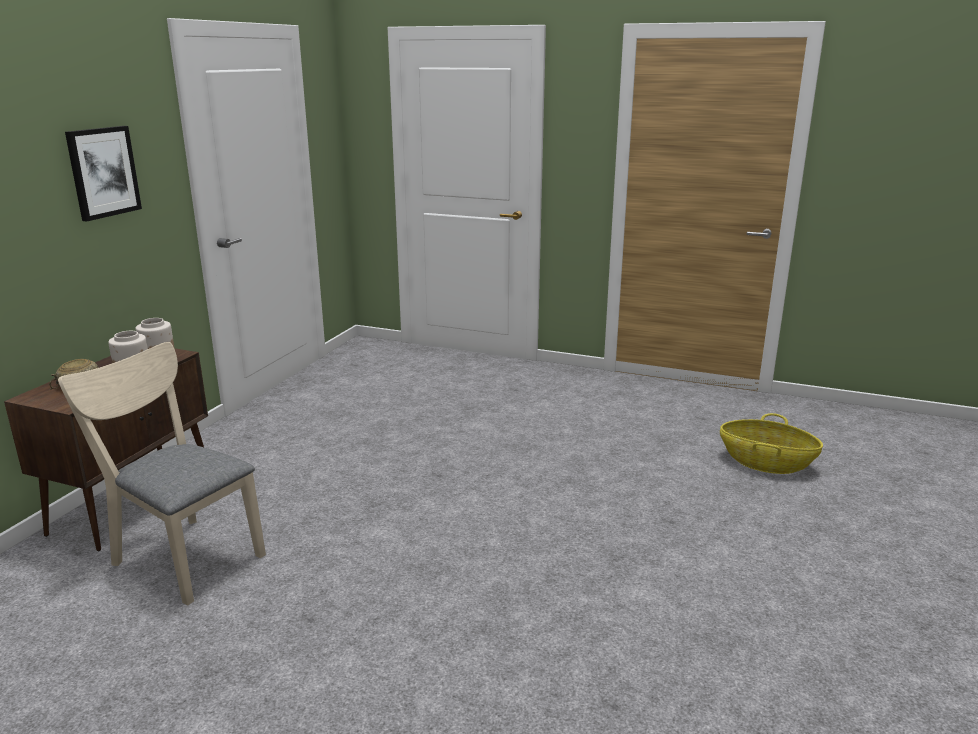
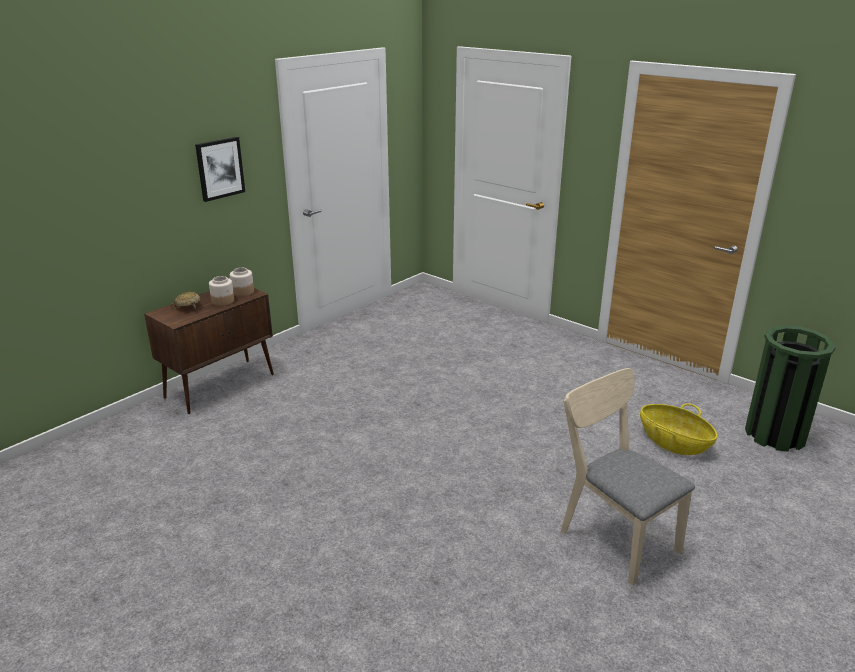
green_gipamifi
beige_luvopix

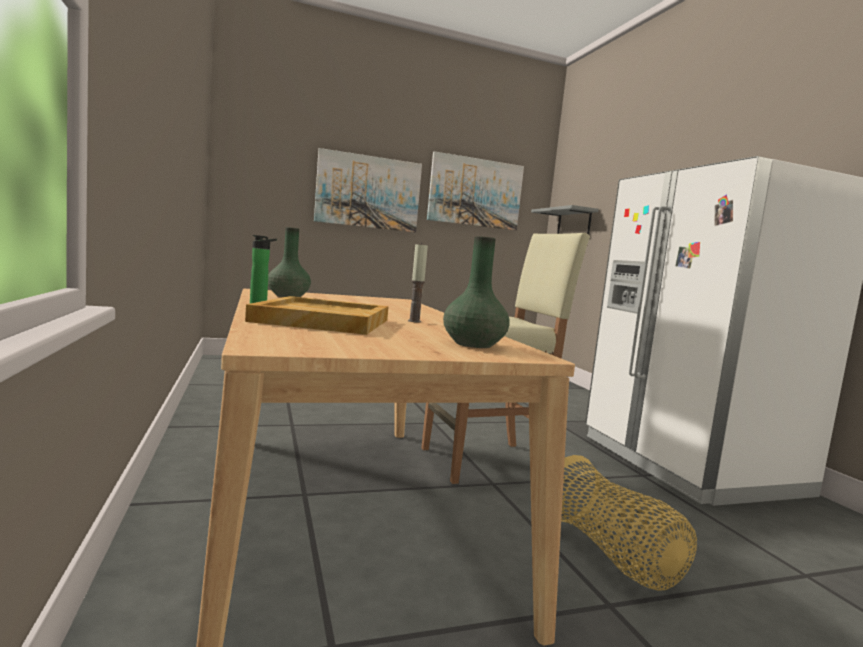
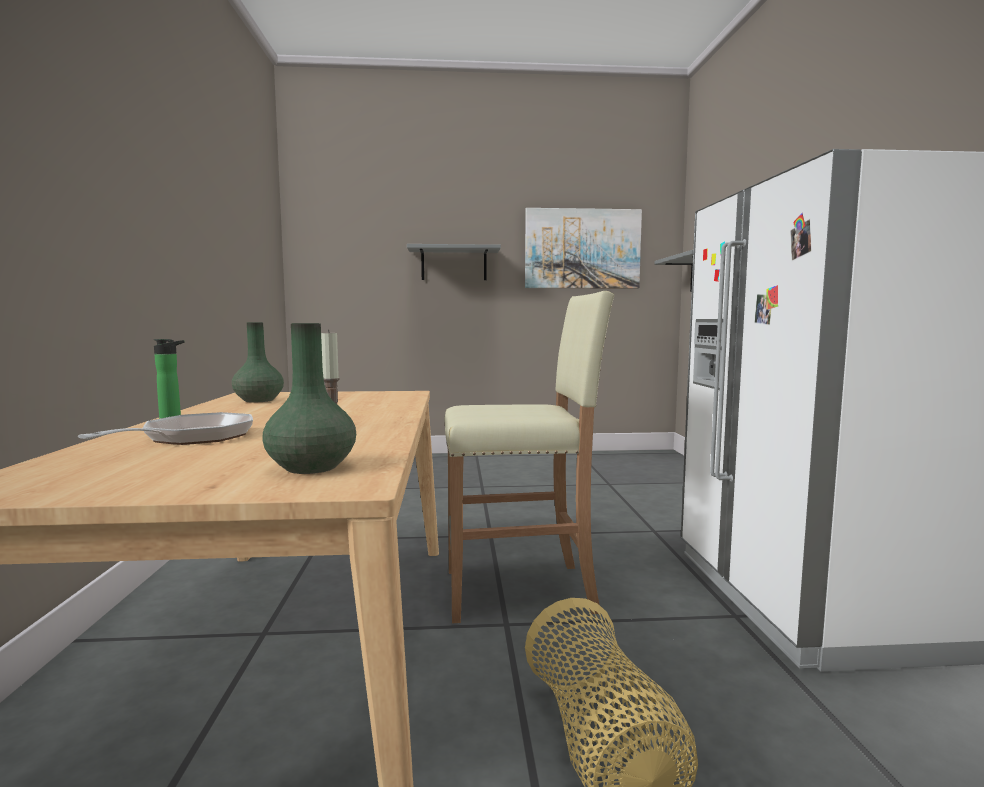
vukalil
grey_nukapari (1st from left)

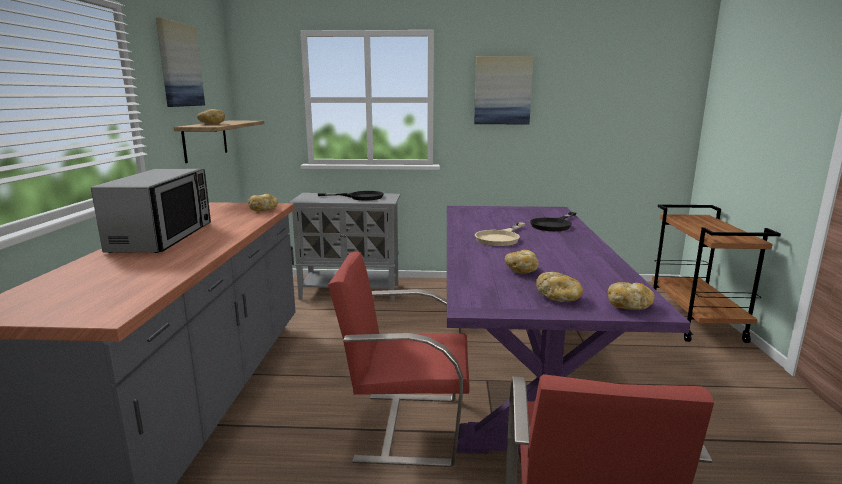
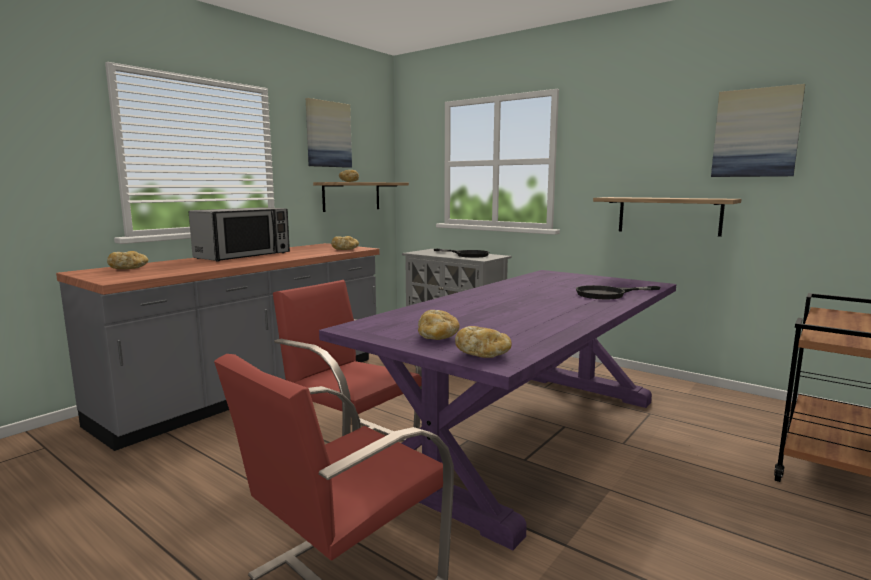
beige_vukalil
nukapari (2nd from left)
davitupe (2nd from left)
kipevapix (1st from left)

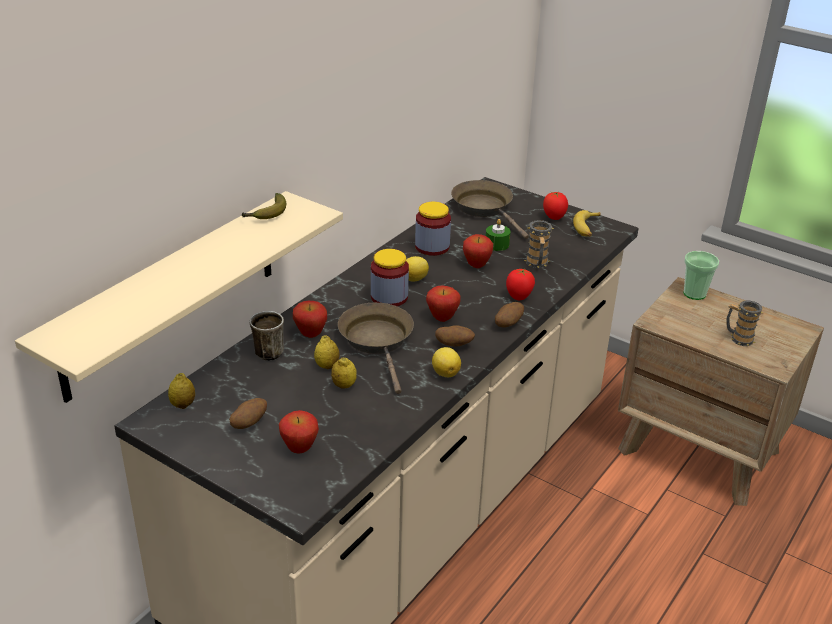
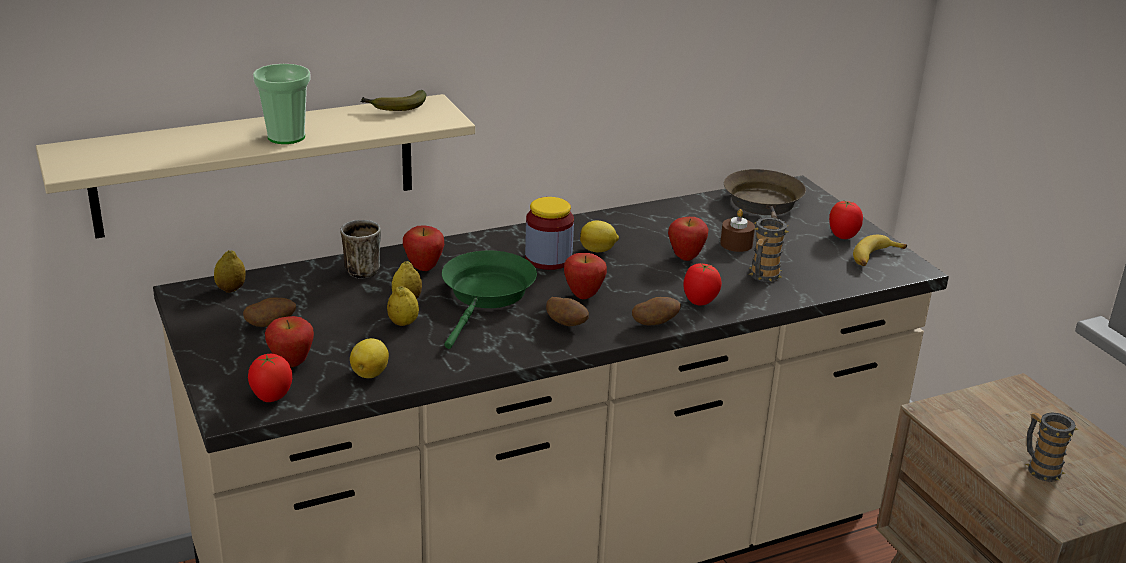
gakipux (2nd from left in the first image)
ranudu (1st from left)
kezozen (2nd from left)
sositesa
green_vukalil
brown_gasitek

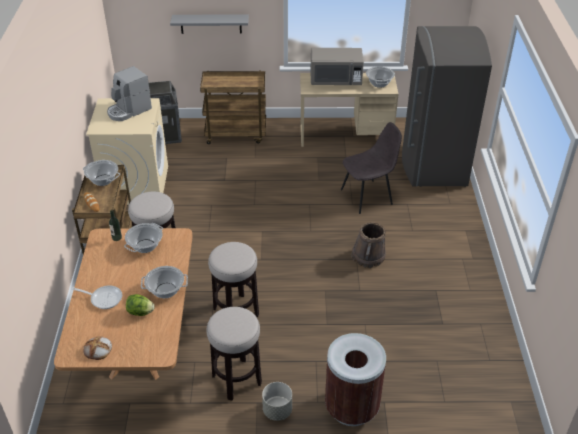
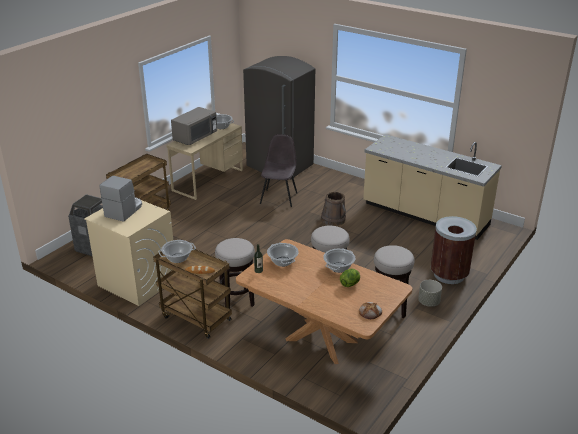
vukalil
grey_nukapari
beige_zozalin
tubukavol

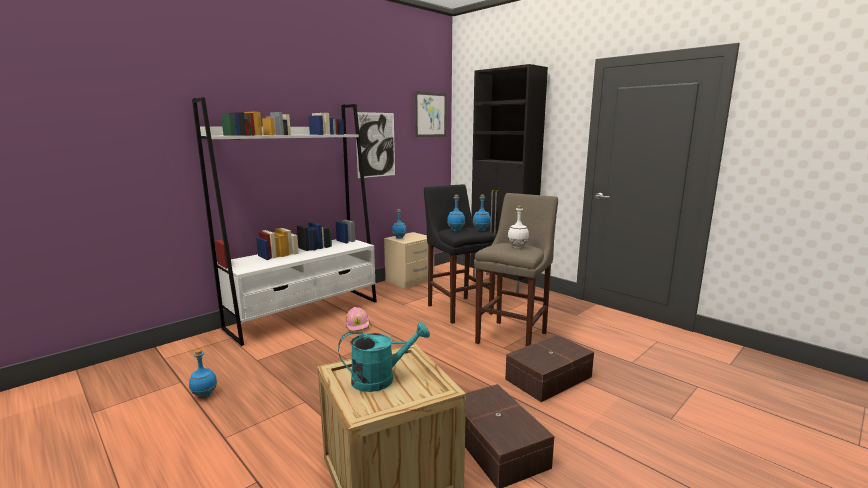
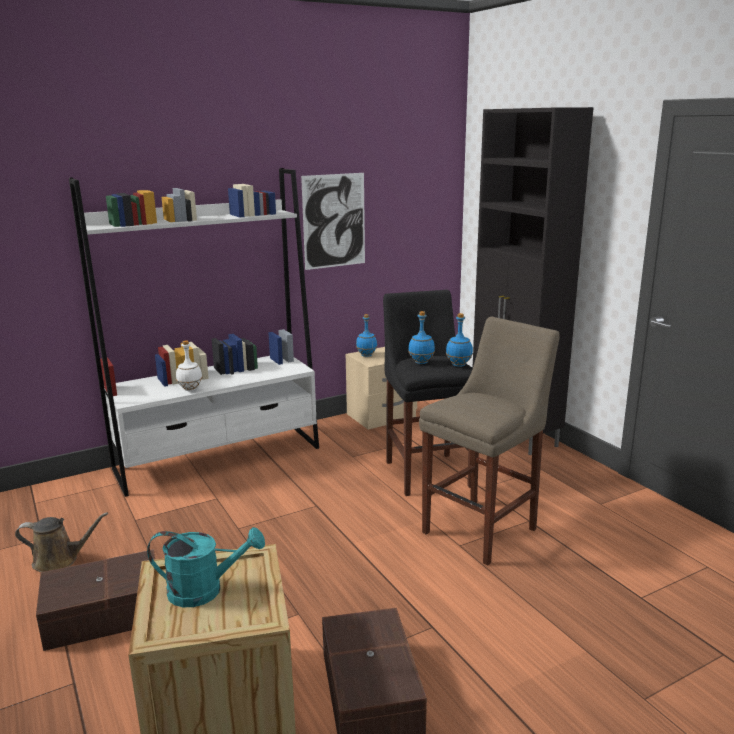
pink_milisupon
davitupe (2nd from left in the first image)
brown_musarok (1st from left)
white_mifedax
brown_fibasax

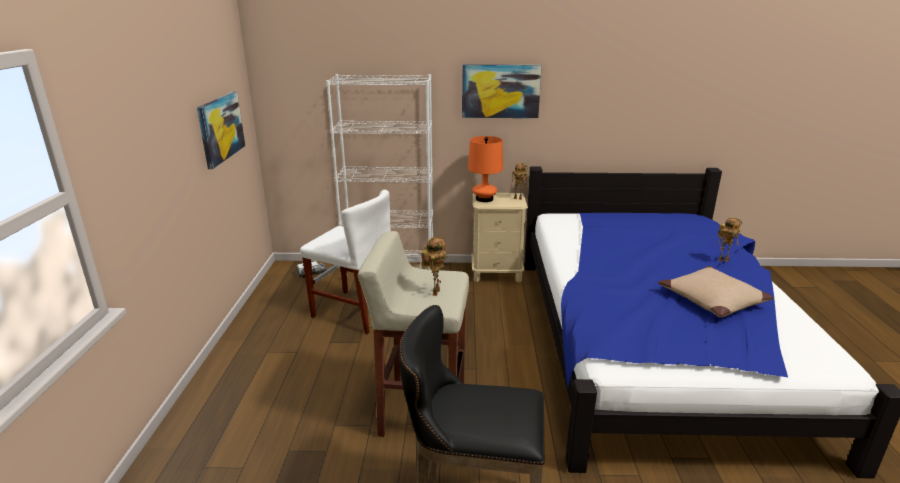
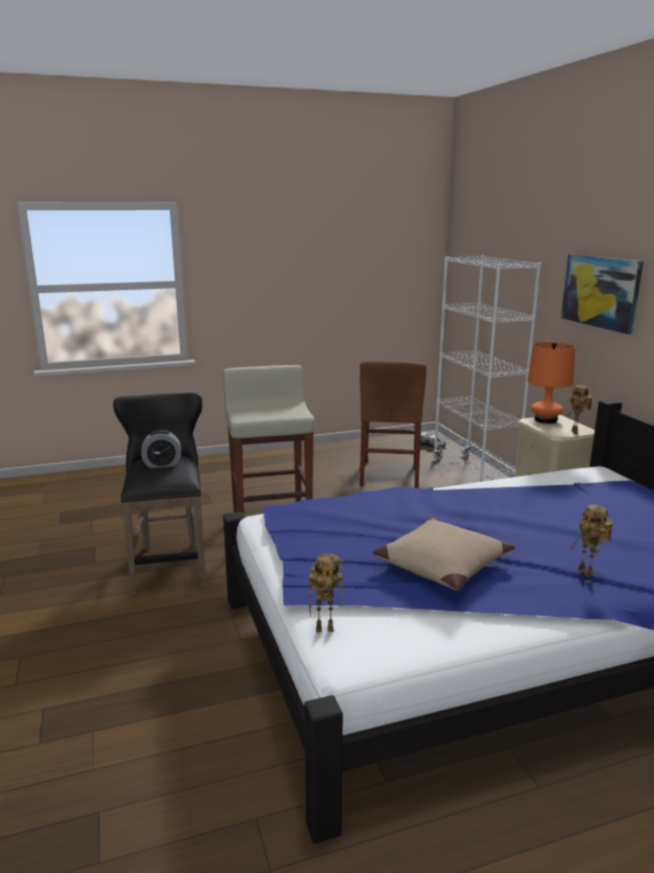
davitupe (1st from left in the first image)
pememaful
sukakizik (1st from left)
brown_luvopix

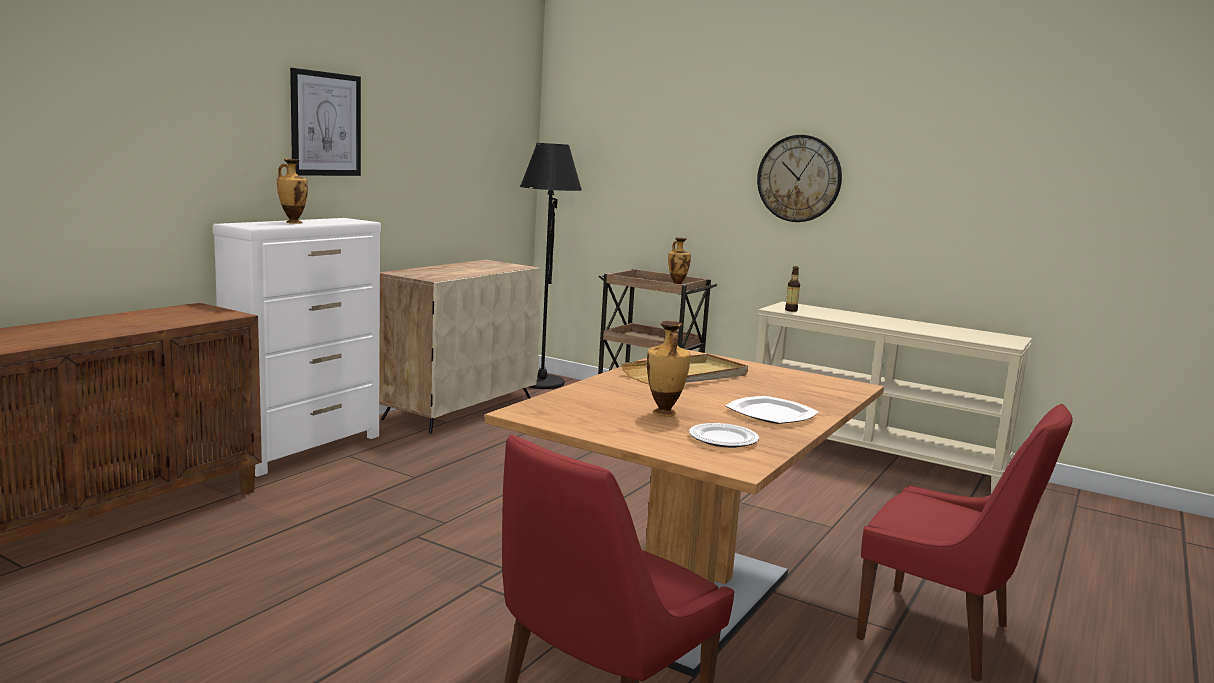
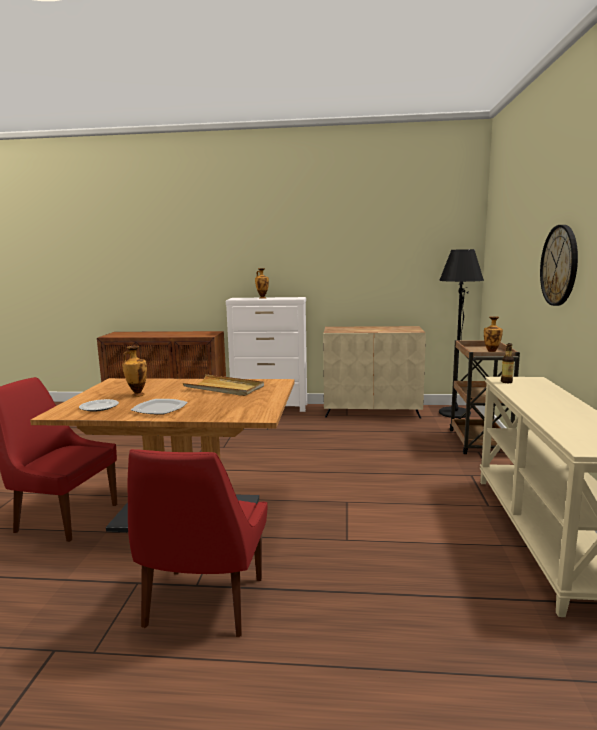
davitupe

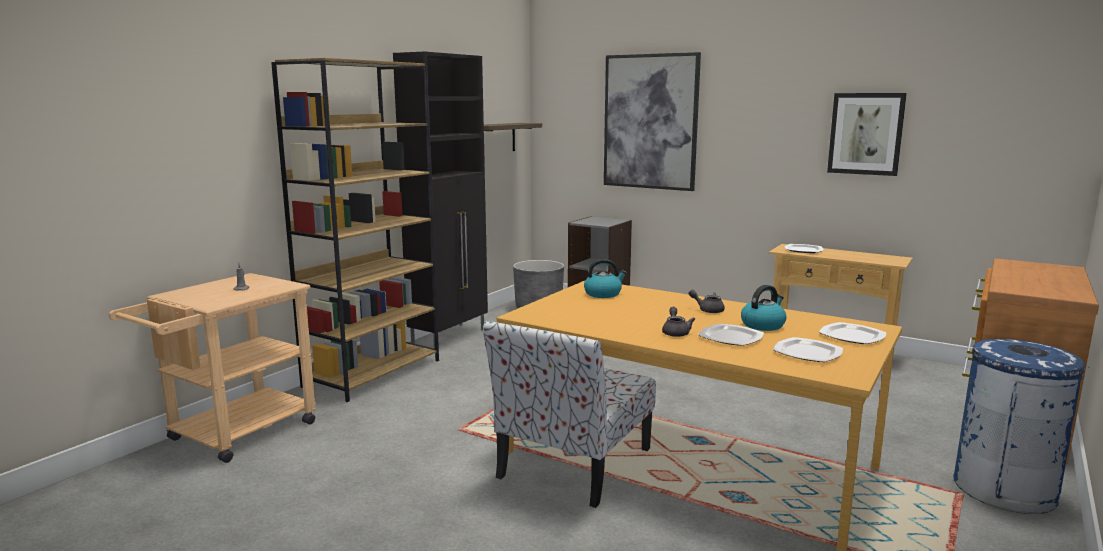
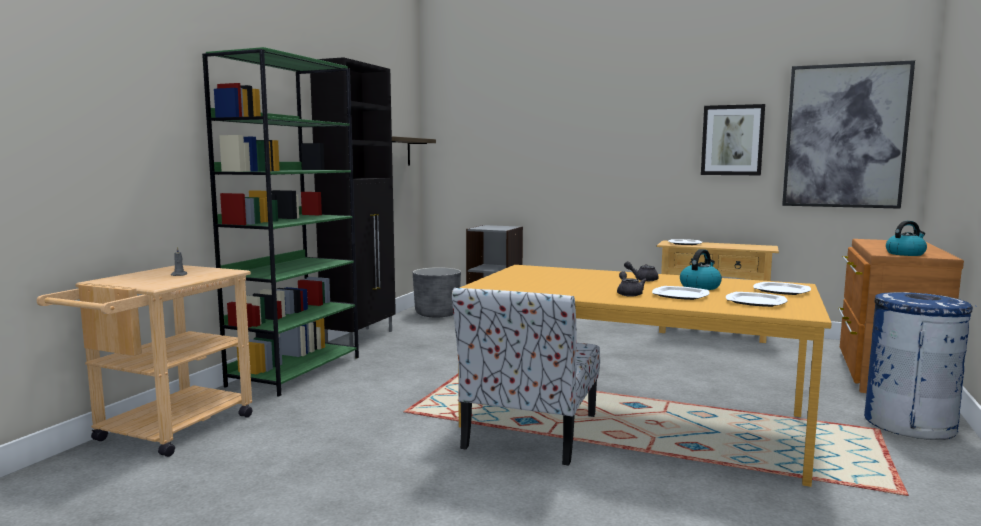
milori (2nd from left)
davitupe (2nd from left)
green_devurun

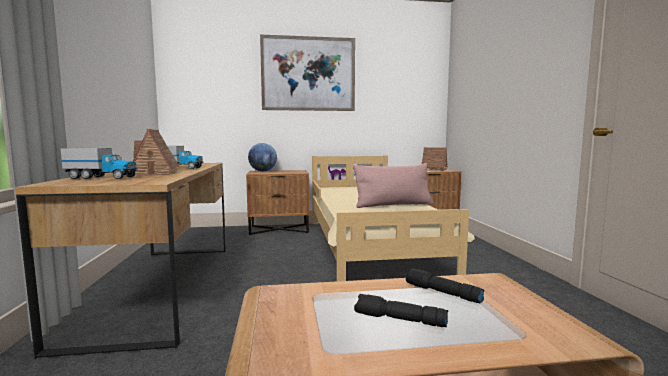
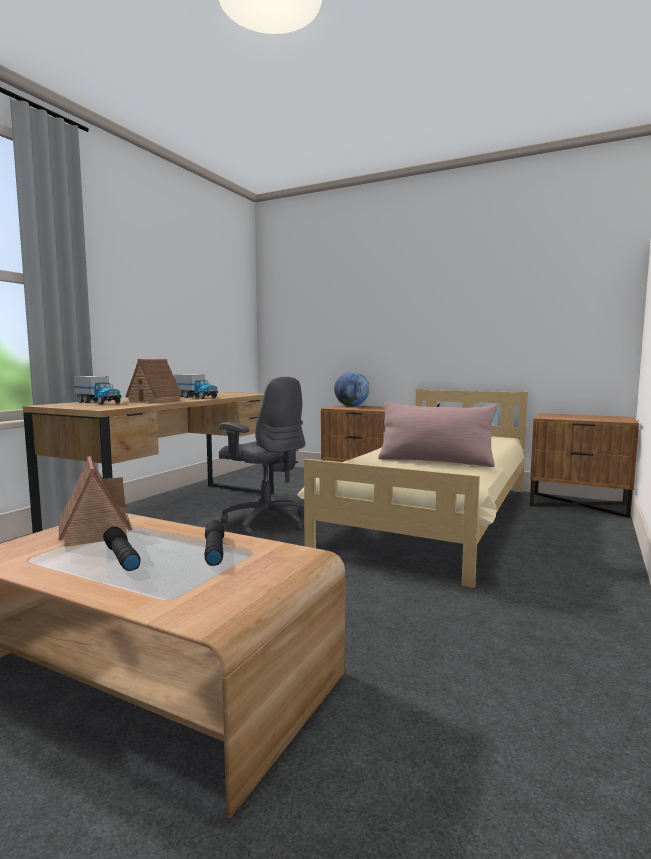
davitupe
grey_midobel
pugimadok (1st from left)

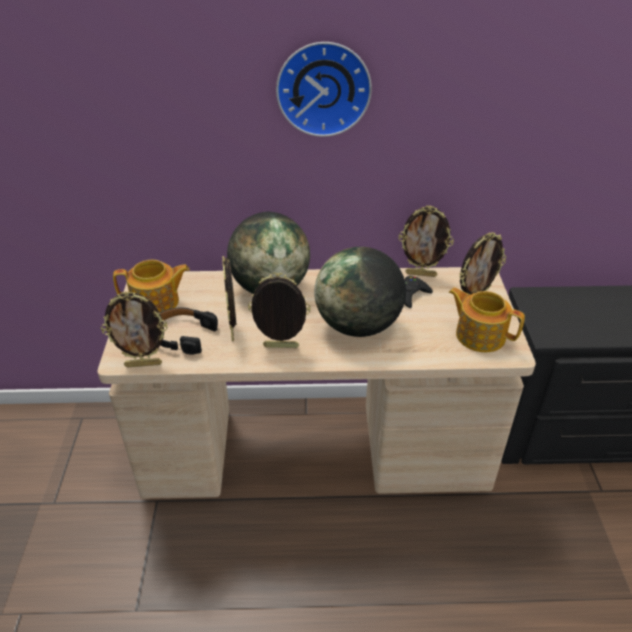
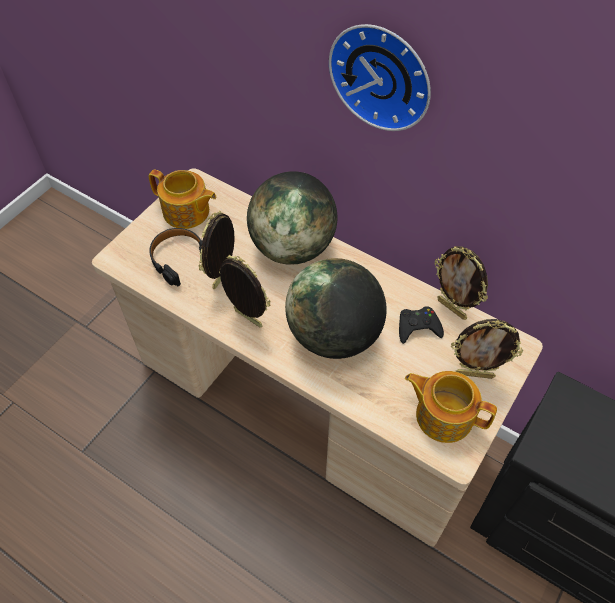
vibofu (1st from left in the first image)
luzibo (2nd from left)

